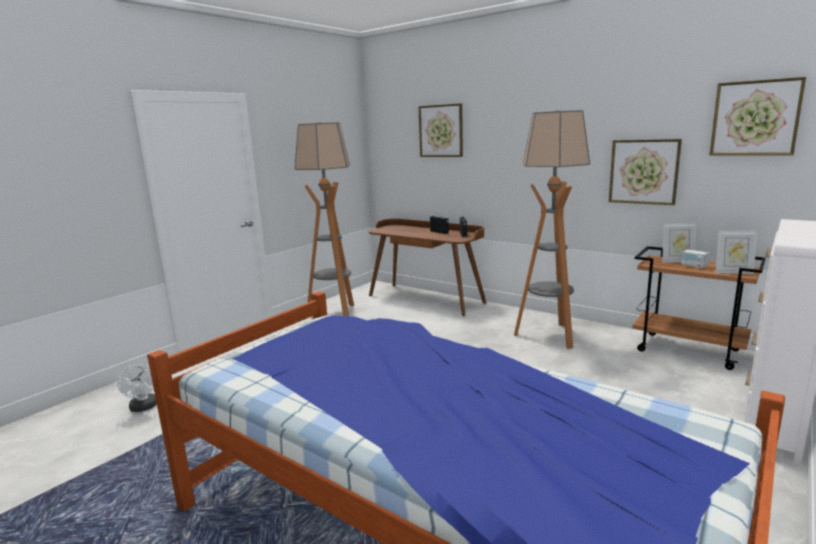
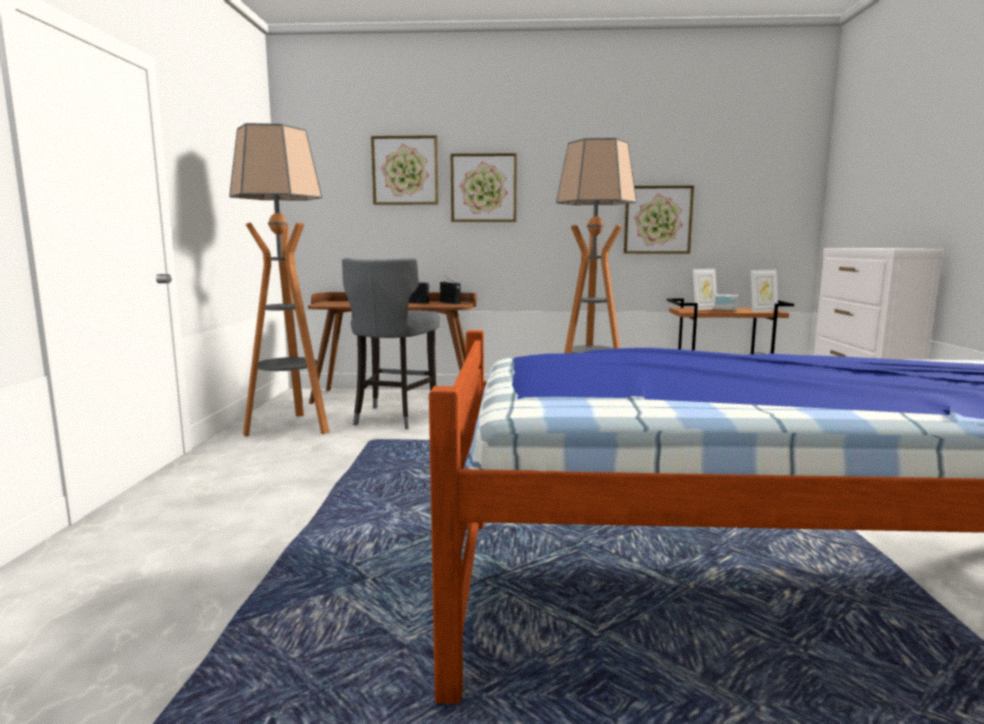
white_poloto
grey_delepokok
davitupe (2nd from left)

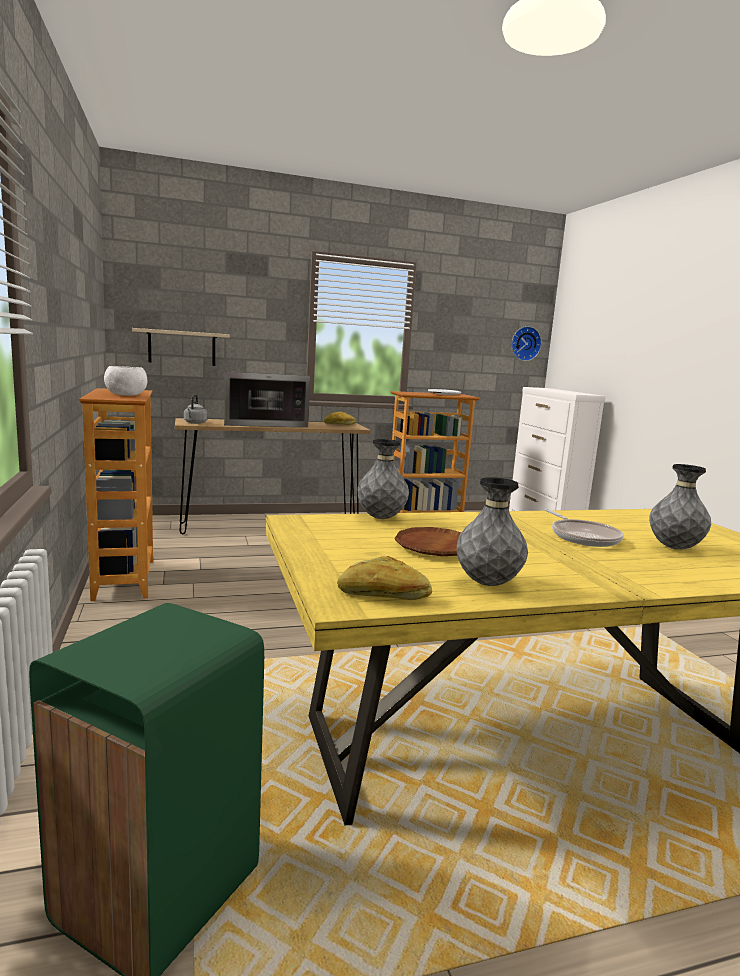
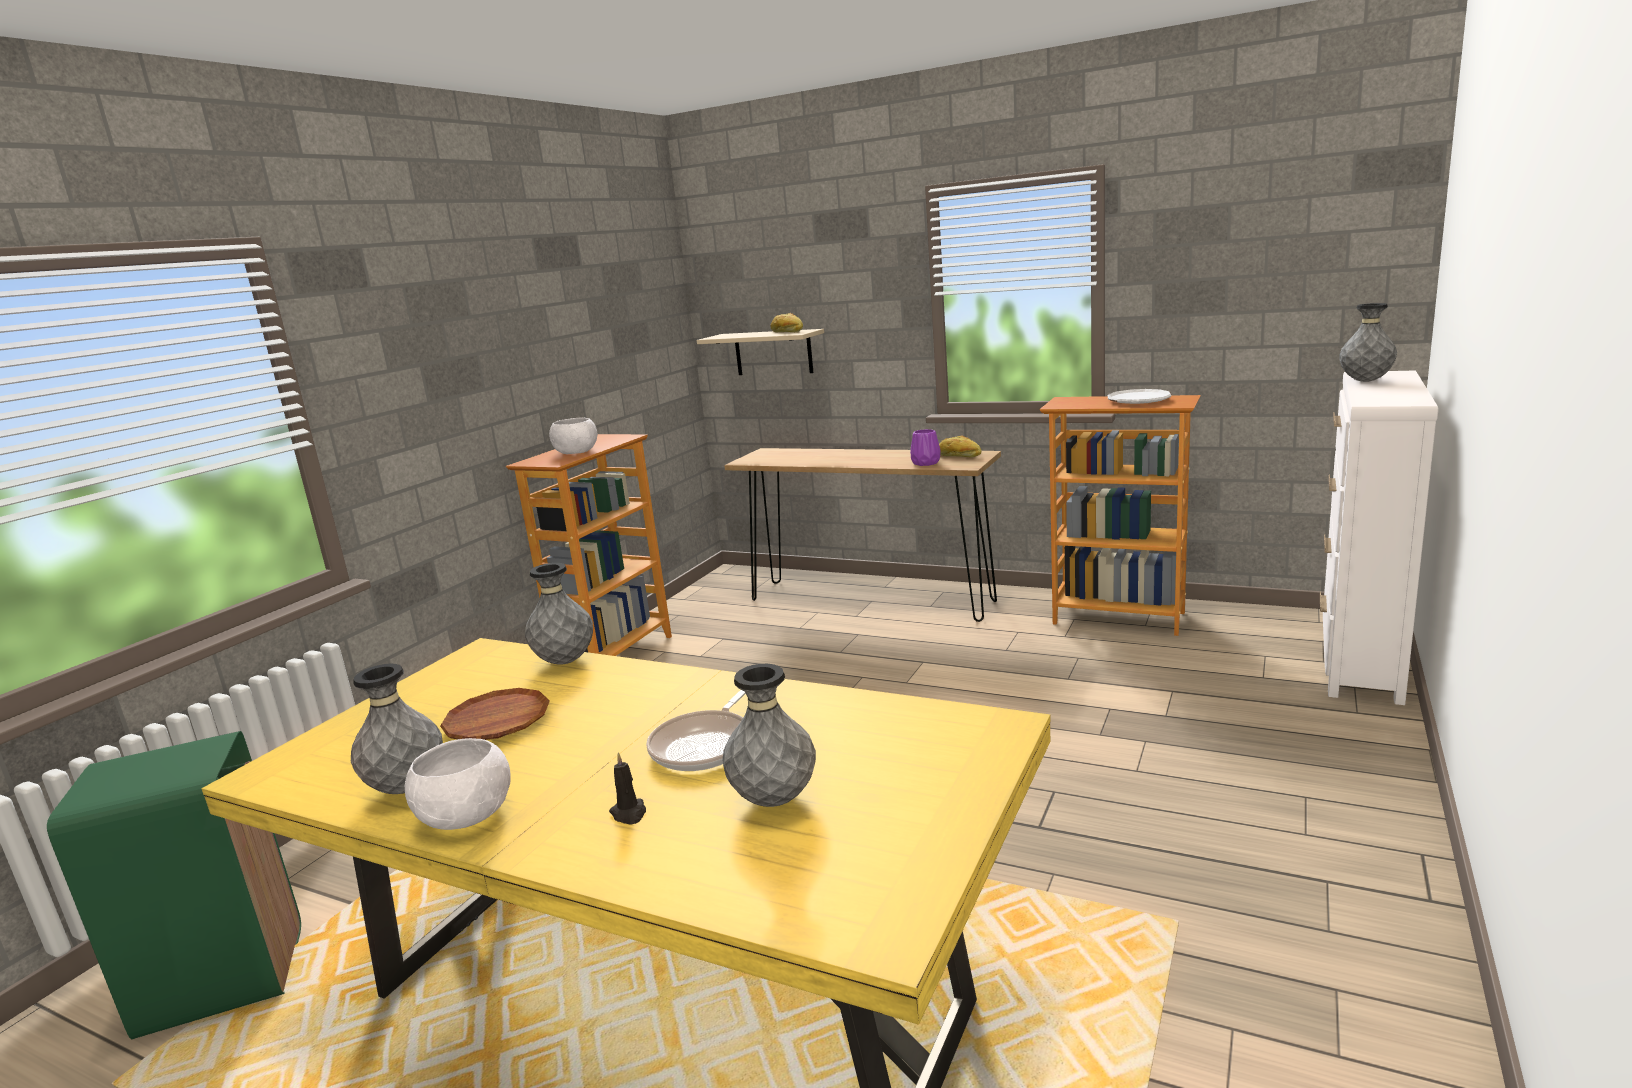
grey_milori
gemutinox
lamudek
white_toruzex (1st from left)
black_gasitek
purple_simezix
grey_simezix (4th from left)
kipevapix (1st from left)

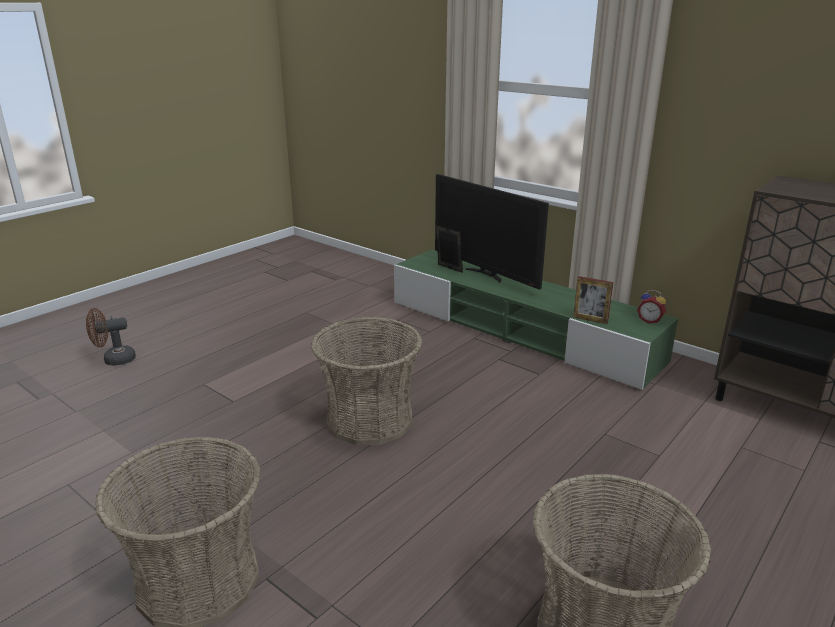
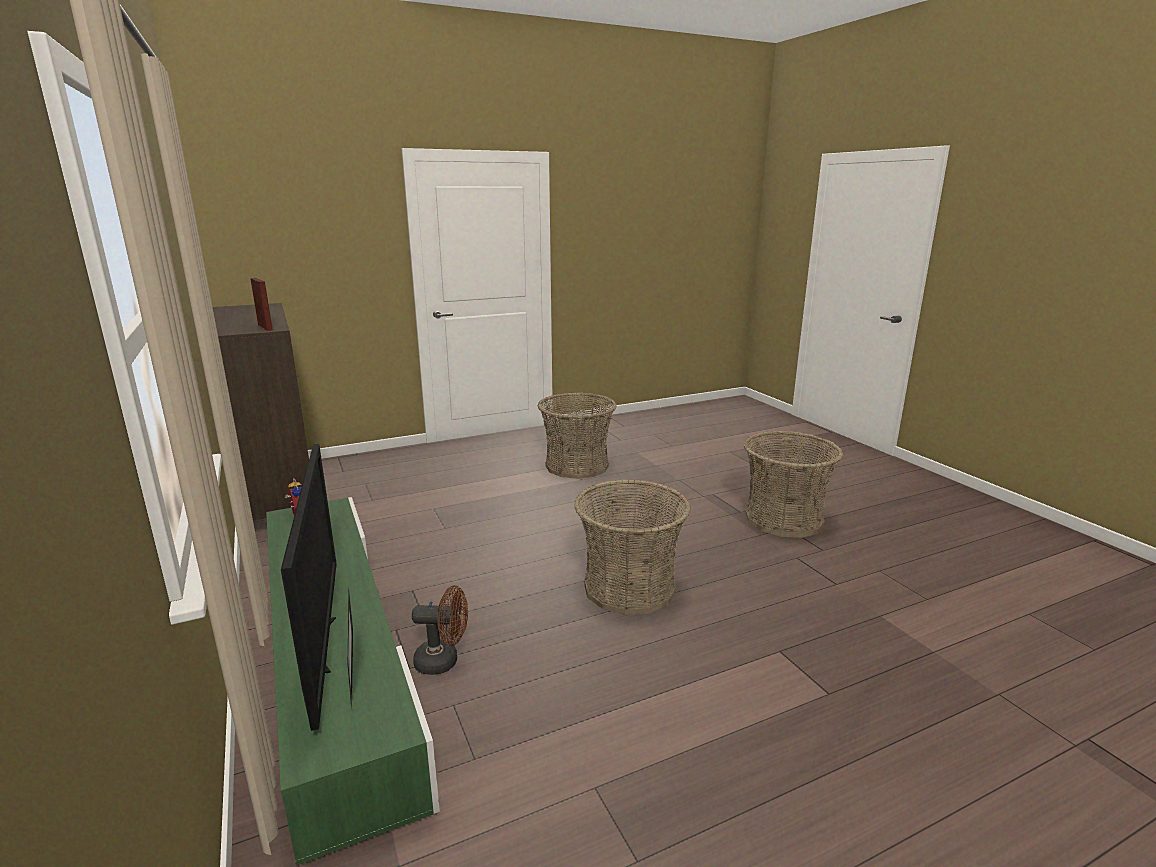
brown_poloto
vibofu (1st from left)

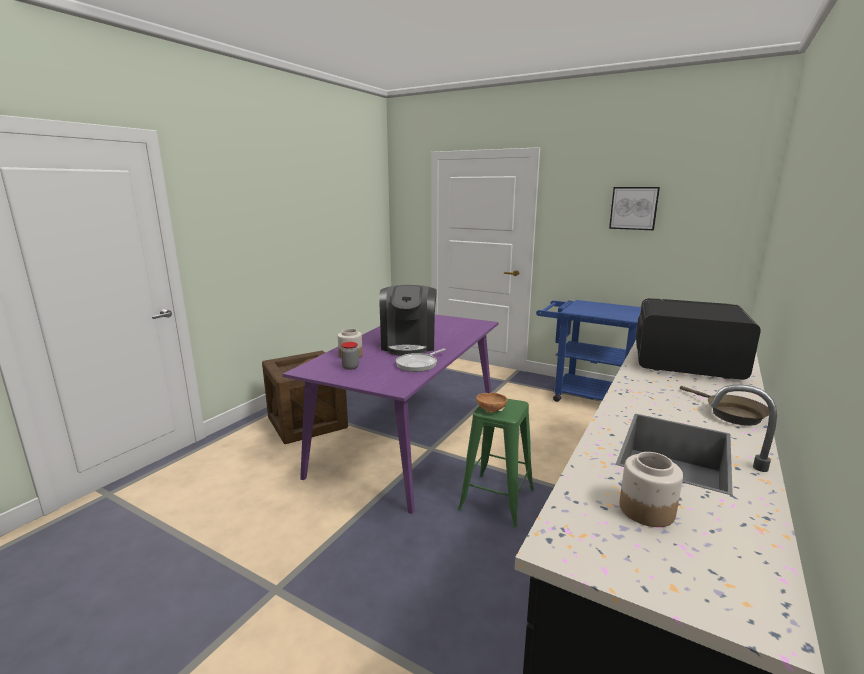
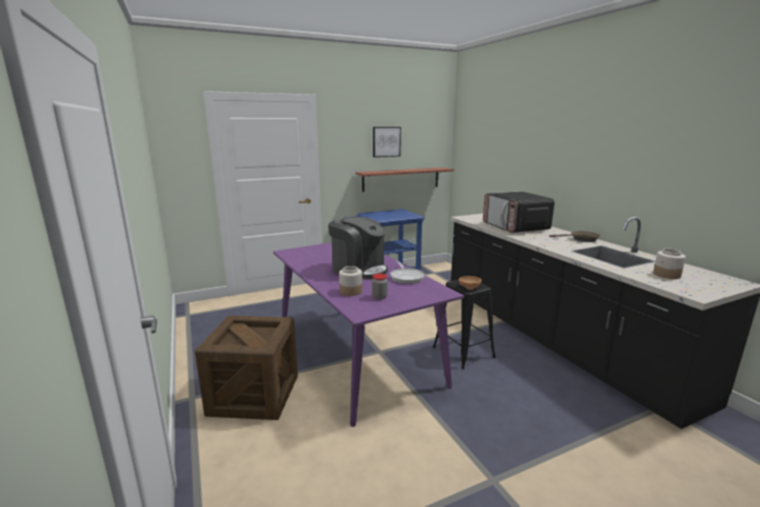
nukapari
black_delepokok
gemutinox

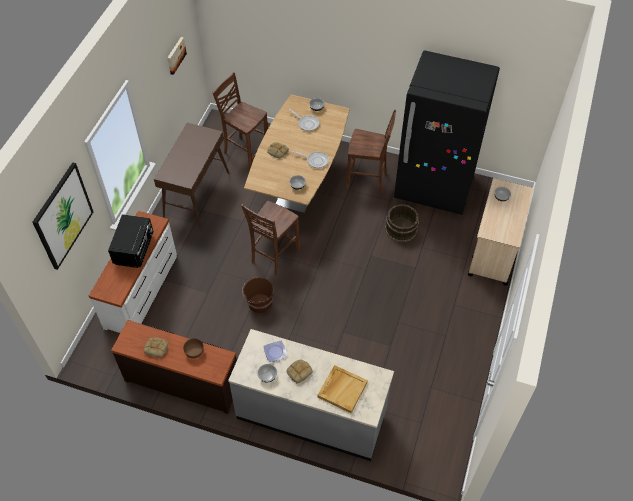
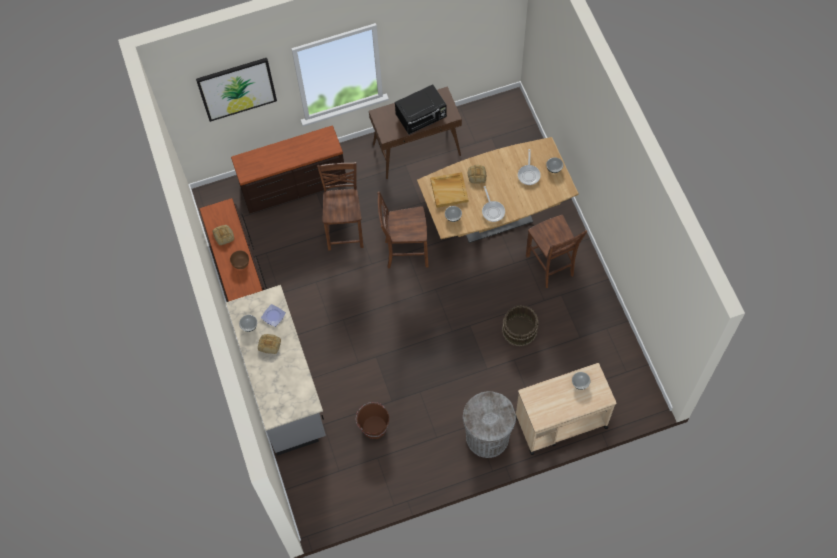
davitupe (2nd from left in the first image)
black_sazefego
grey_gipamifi
black_gemutinox
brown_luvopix (1st from left)
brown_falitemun (1st from left)
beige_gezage
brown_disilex (2nd from left)

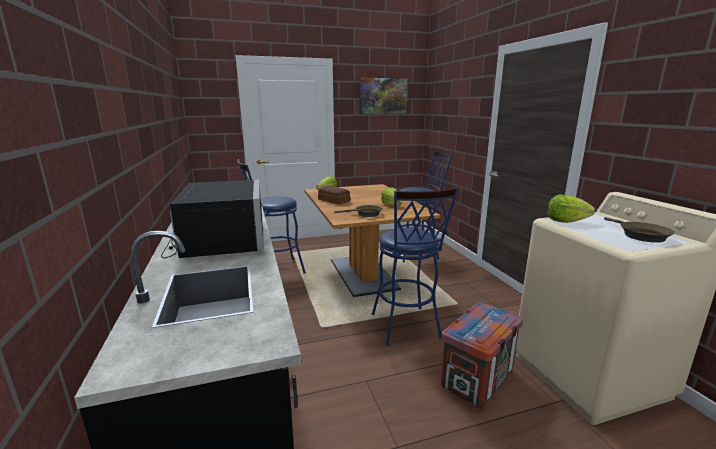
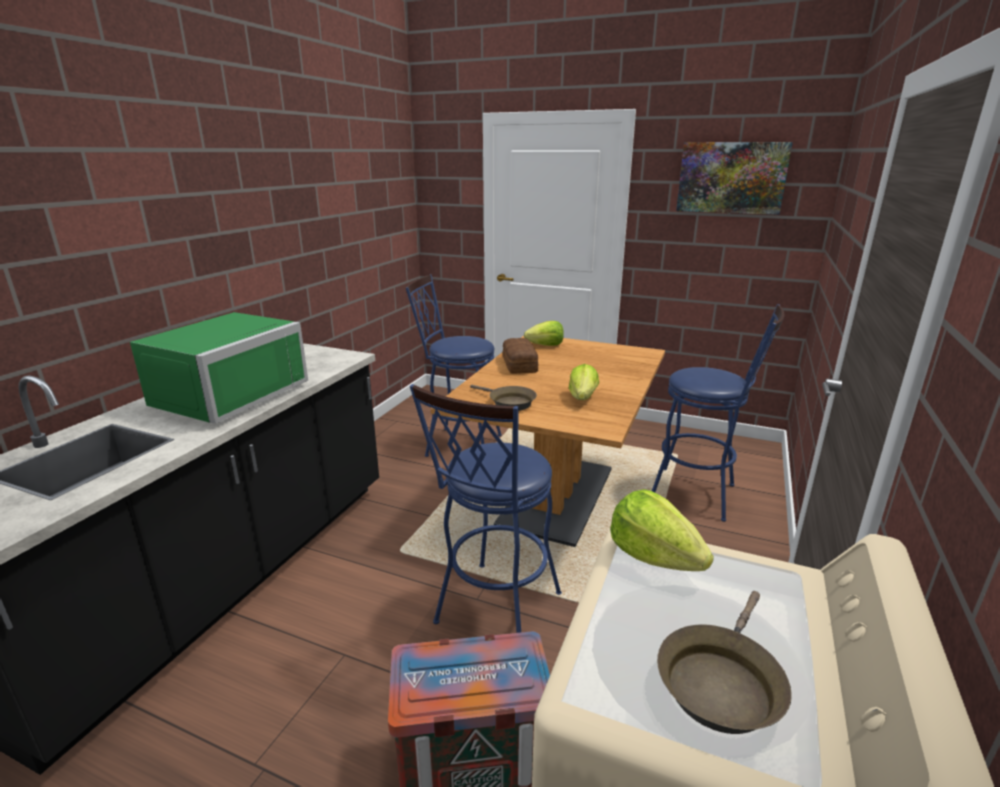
green_gemutinox

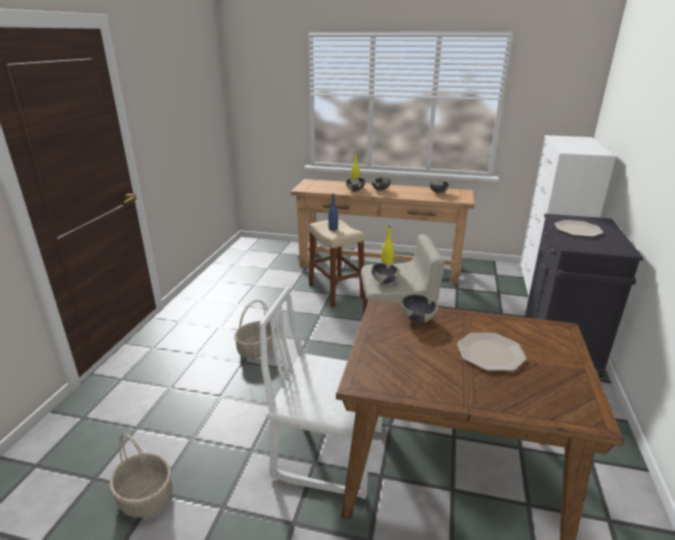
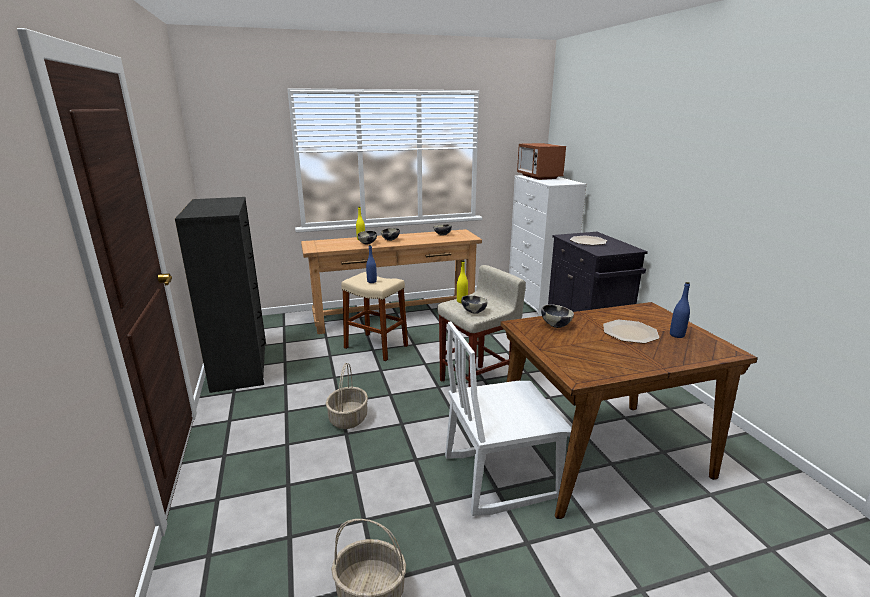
black_disilex
gemutinox
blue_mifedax (2nd from left)

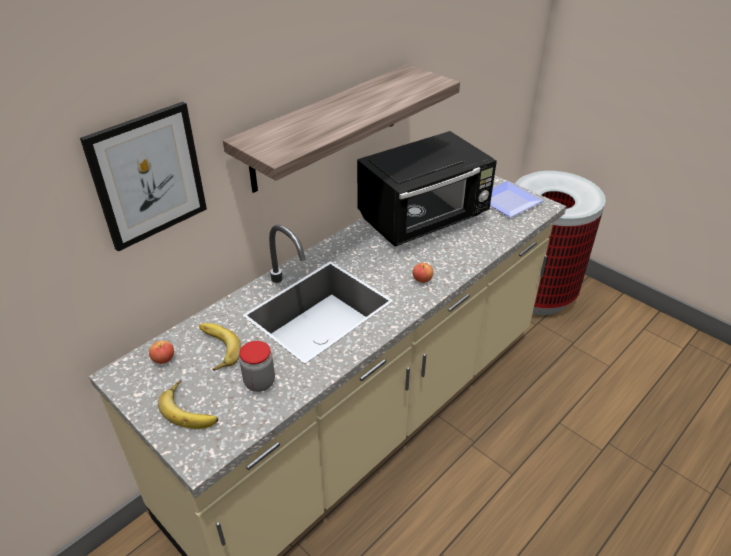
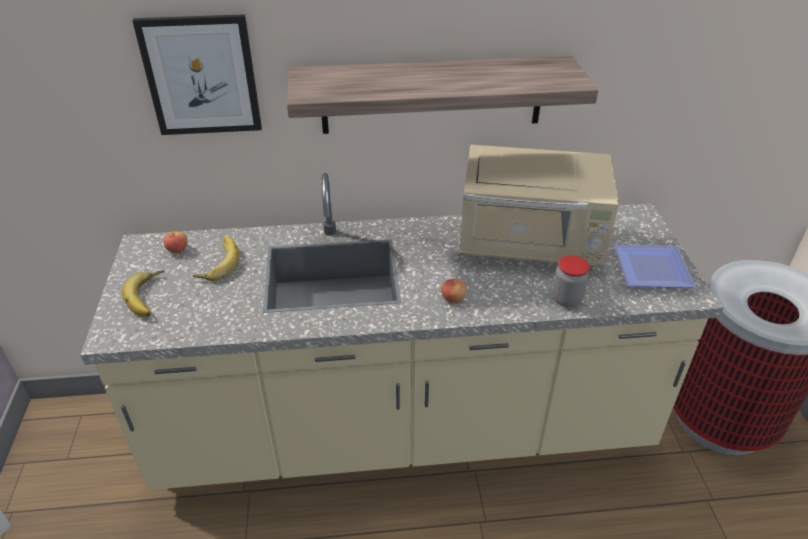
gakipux
beige_gemutinox

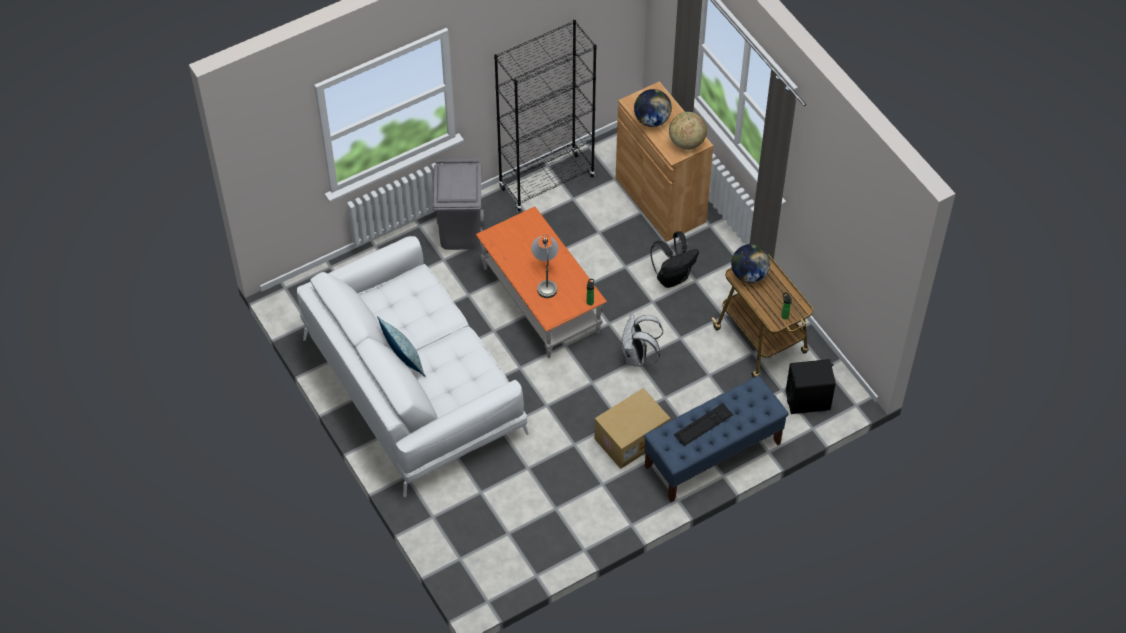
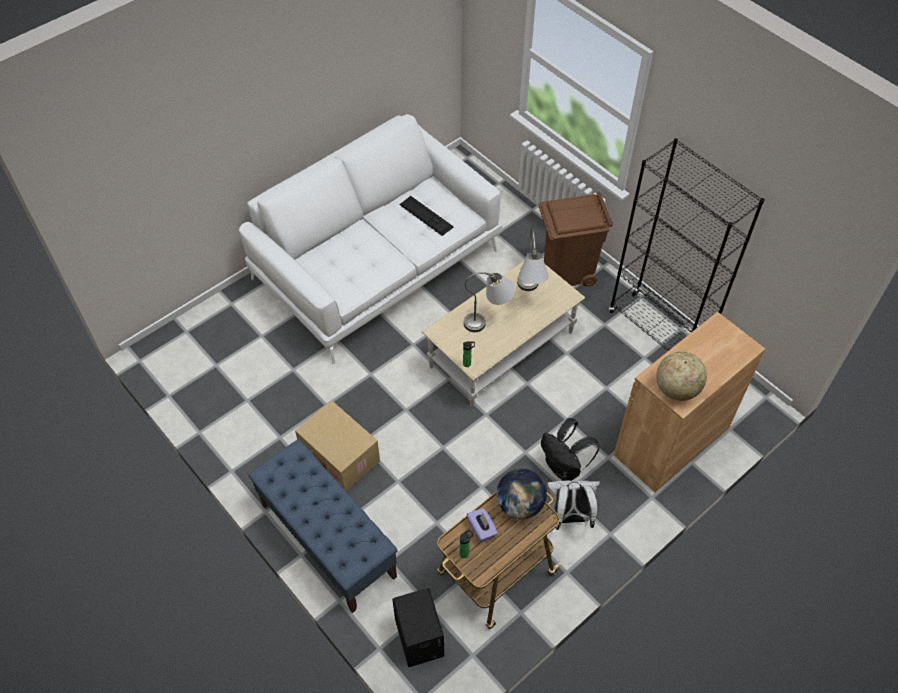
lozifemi
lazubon (1st from left in the first image)
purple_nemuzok
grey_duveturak (2nd from left)
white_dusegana
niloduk
brown_gipamifi
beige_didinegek

